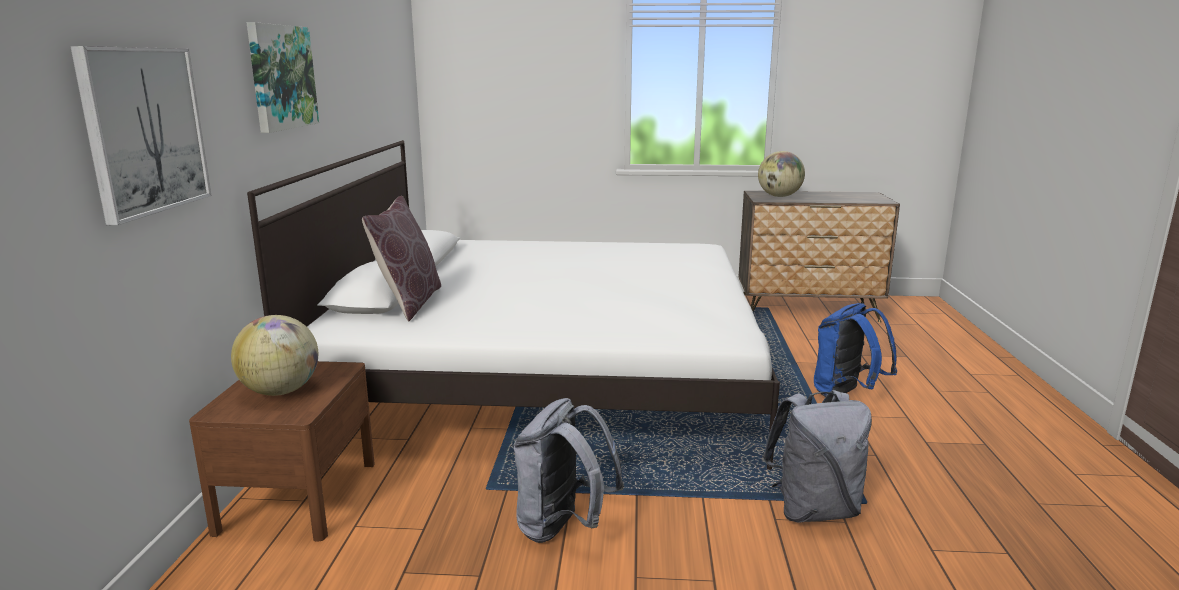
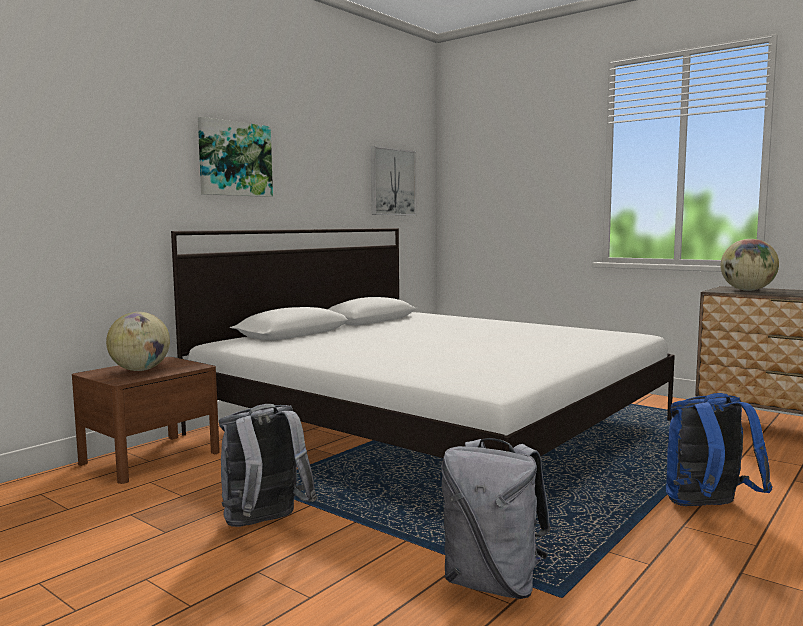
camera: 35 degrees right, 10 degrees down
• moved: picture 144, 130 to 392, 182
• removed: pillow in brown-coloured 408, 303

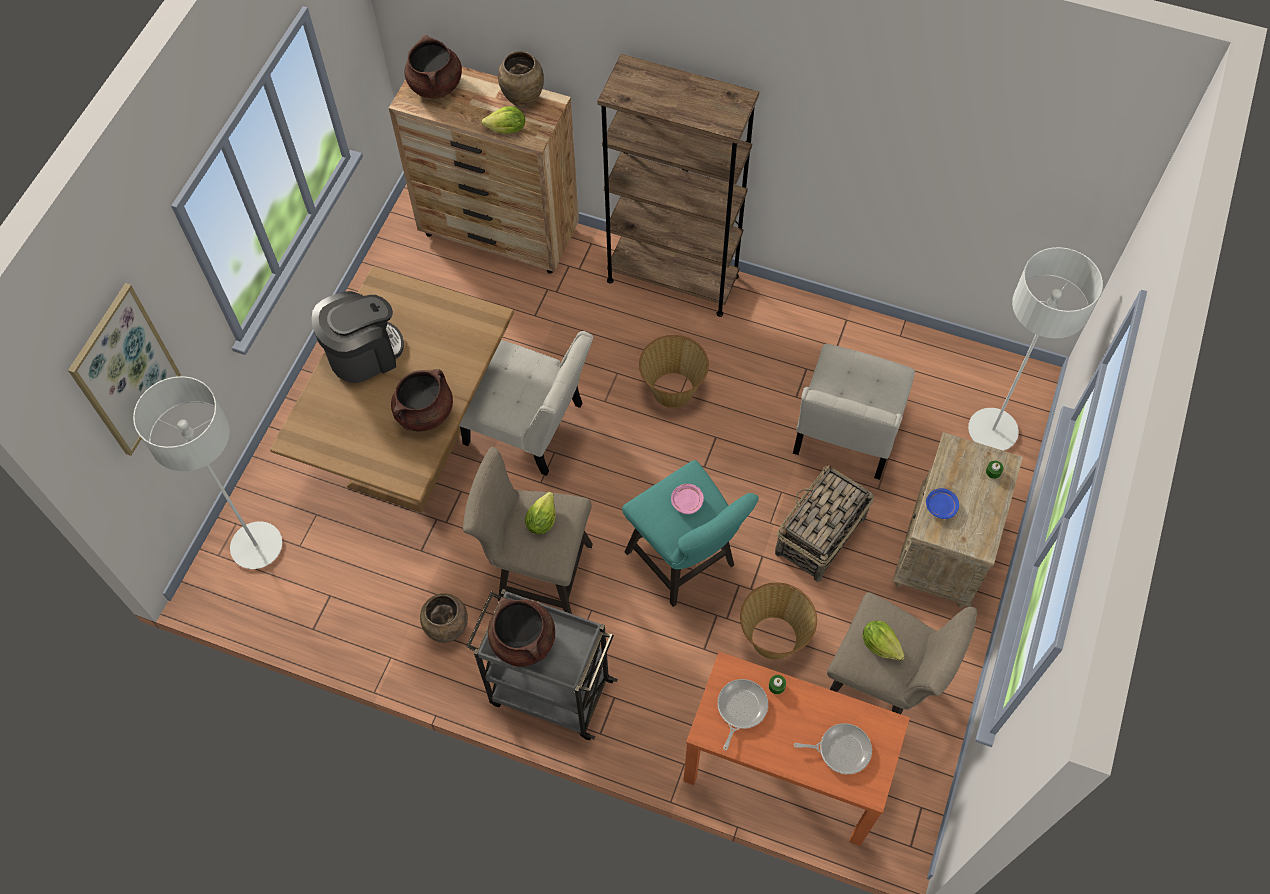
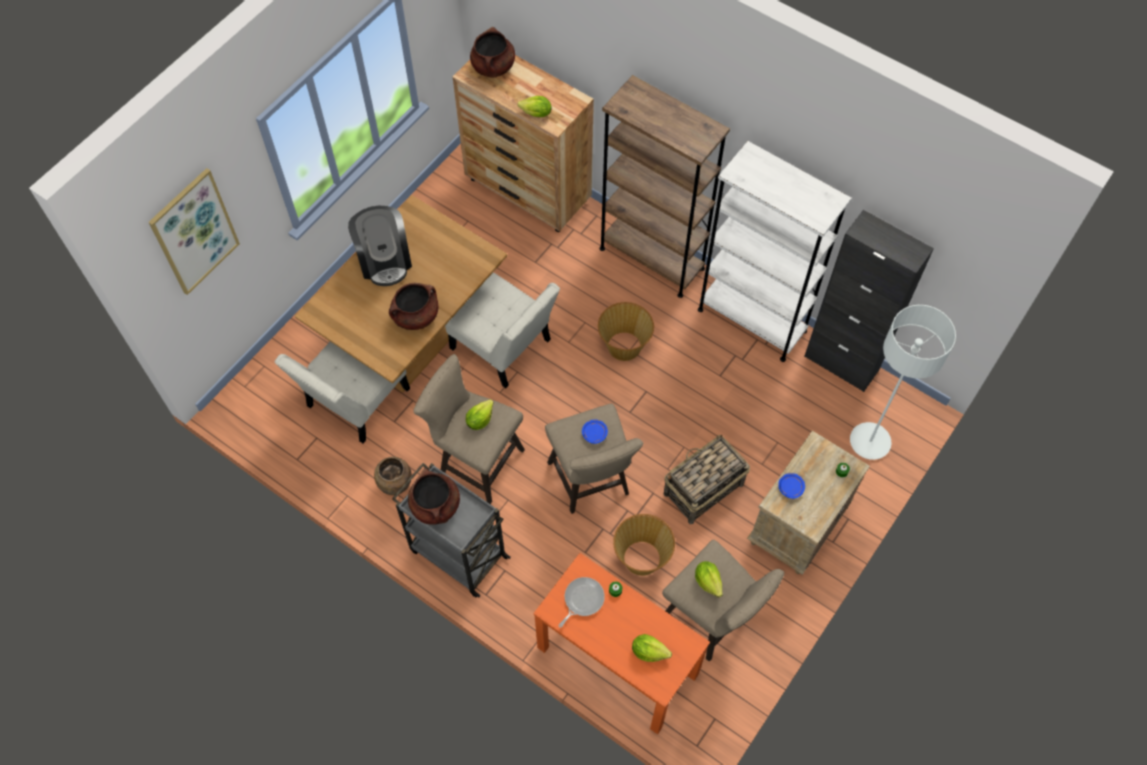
camera: 15 degrees right, 0 degrees up
• removed: standing lamp in whitish 257, 546
• turned: coffee maker 364, 353 = 384, 260 90 degrees clockwise
• removed: flower vase in brown-coloured 523, 100
• recoloured: stool seat in turquoise-coloured 685, 563 to stool seat in sand-coloured 591, 483
• recoloured: plate in pink 687, 501 to plate in bluish 594, 433
• moved: plain chair in whitish 845, 435 to 354, 402
• replaced: skillet 841, 749 to lettuce 649, 651
• added: shelving unit in whitish 752, 320
• added: cabinet in blackish 841, 363

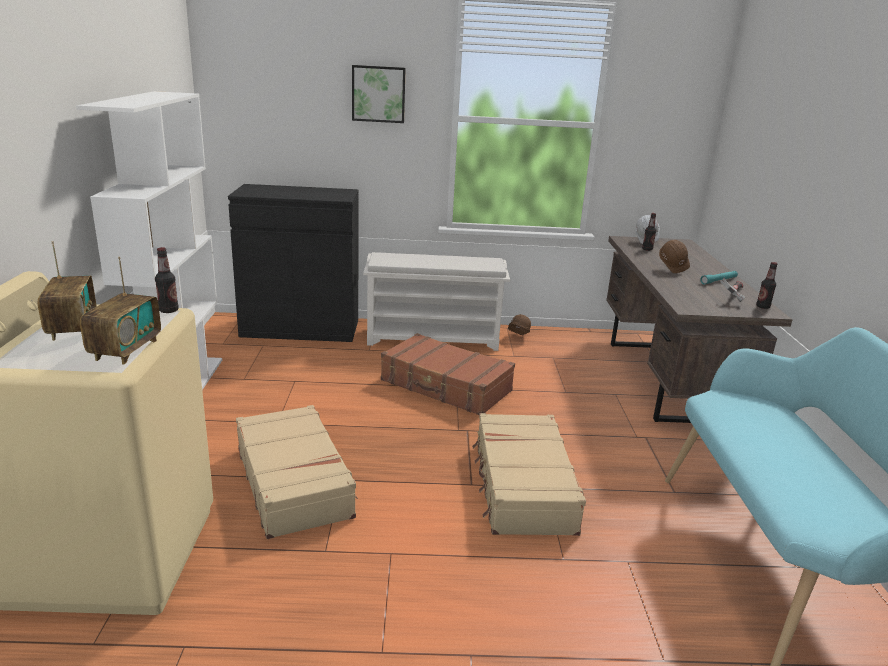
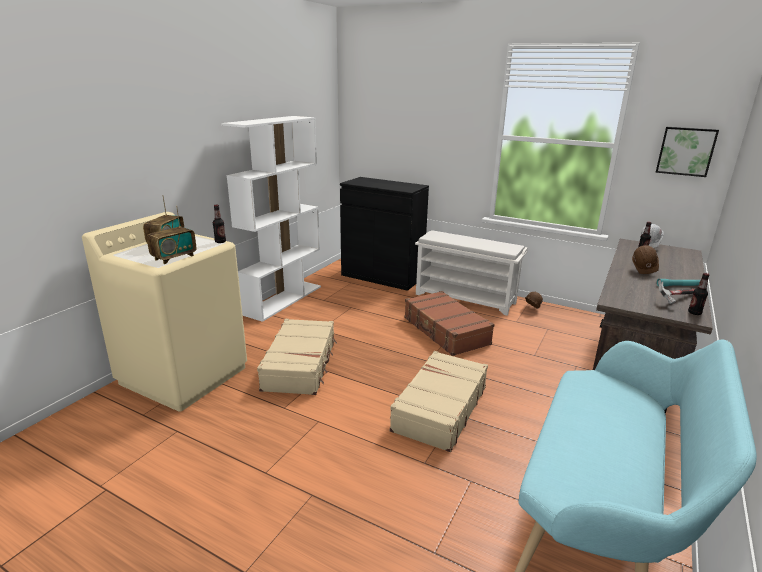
camera: 30 degrees right, 0 degrees up
• moved: picture 378, 94 to 686, 151

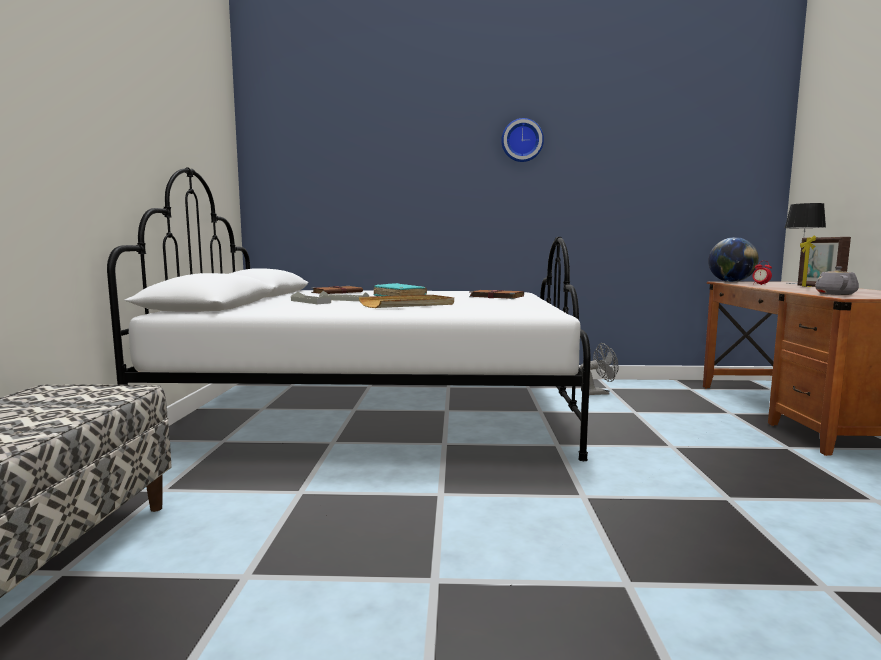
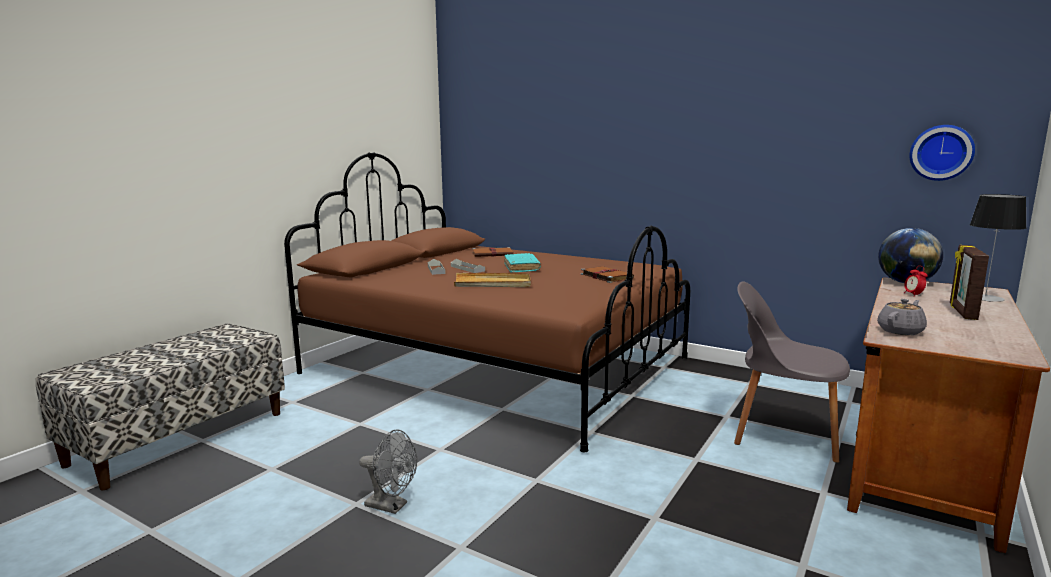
camera: 30 degrees right, 5 degrees up
• recoloured: sleeping bed in whitish 377, 410 to sleeping bed in brown-coloured 497, 366
• moved: wall clock 522, 141 to 941, 152
• moved: cooling fan in greyish 599, 393 to 392, 506
• added: plain chair in greyish 782, 434

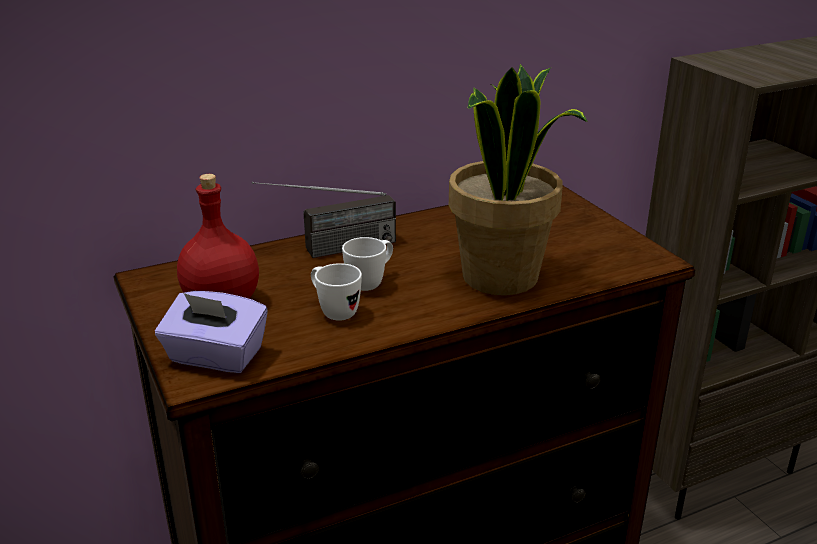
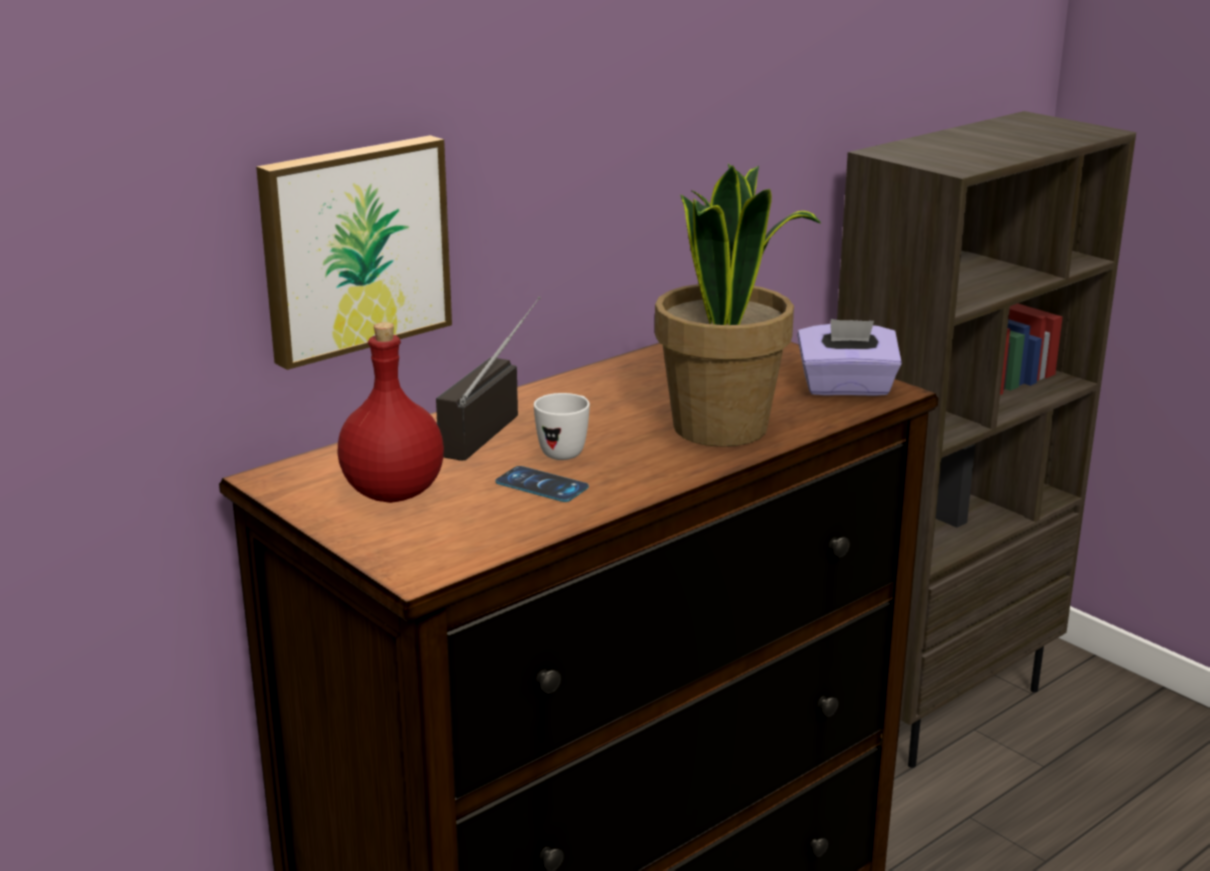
camera: 15 degrees left, 5 degrees down
• moved: tissue box in purple-coloured 215, 357 to 846, 388
• turned: radio receiver 329, 251 = 490, 423 150 degrees clockwise
• replaced: mug in whitish 334, 311 to handset 541, 485
• added: picture 353, 247

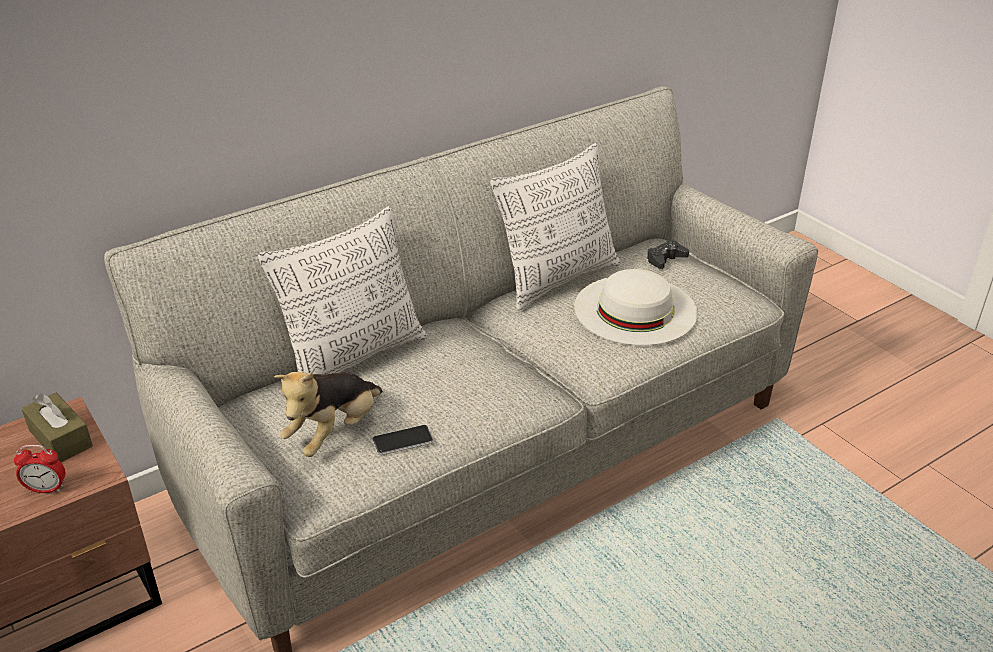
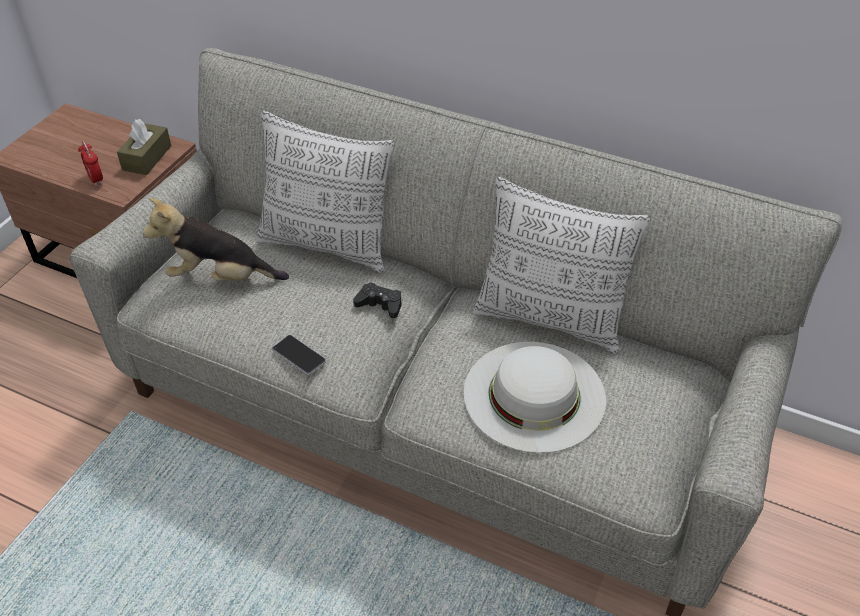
camera: 60 degrees right, 10 degrees up
• moved: handset 403, 441 to 299, 355
• moved: joypad in blackish 665, 259 to 380, 304

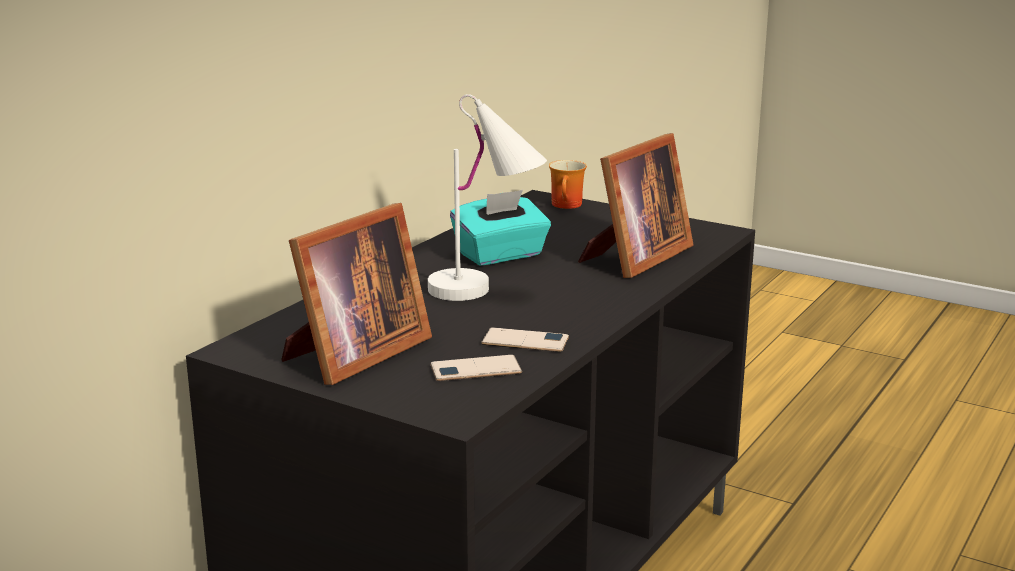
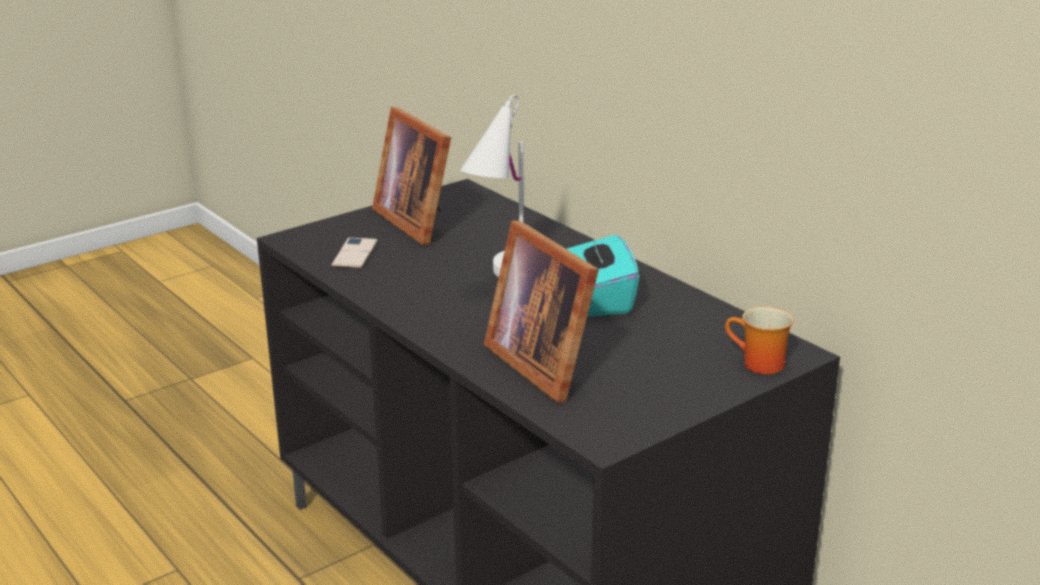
camera: 110 degrees right, 5 degrees up
• removed: handset 525, 341

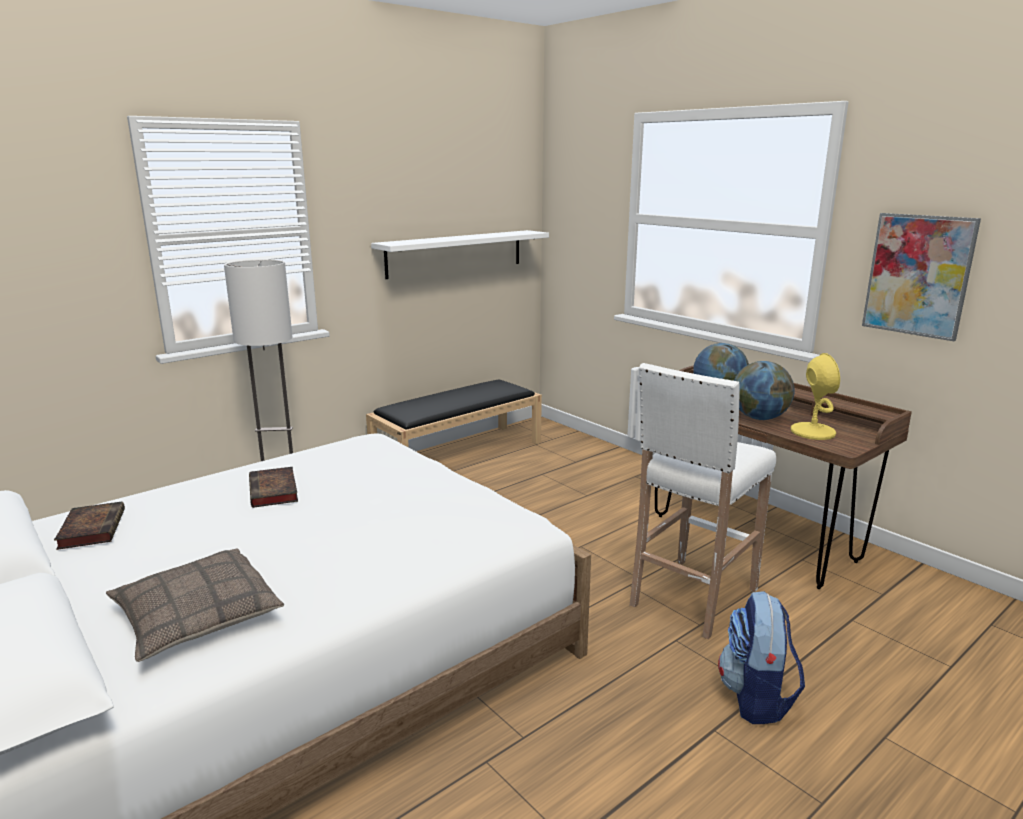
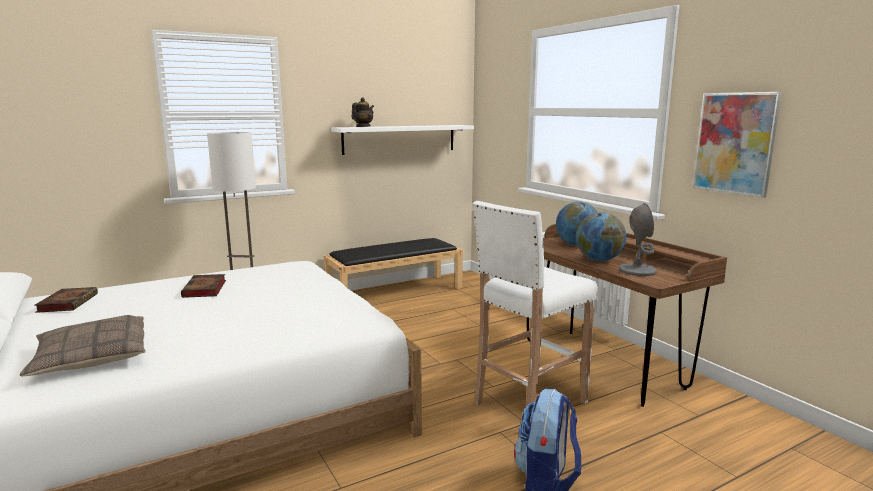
camera: 10 degrees right, 5 degrees down
• recoloured: lamp for a table in yellow-coloured 812, 432 to lamp for a table in greyish 637, 270
• added: pot for tea 363, 127

